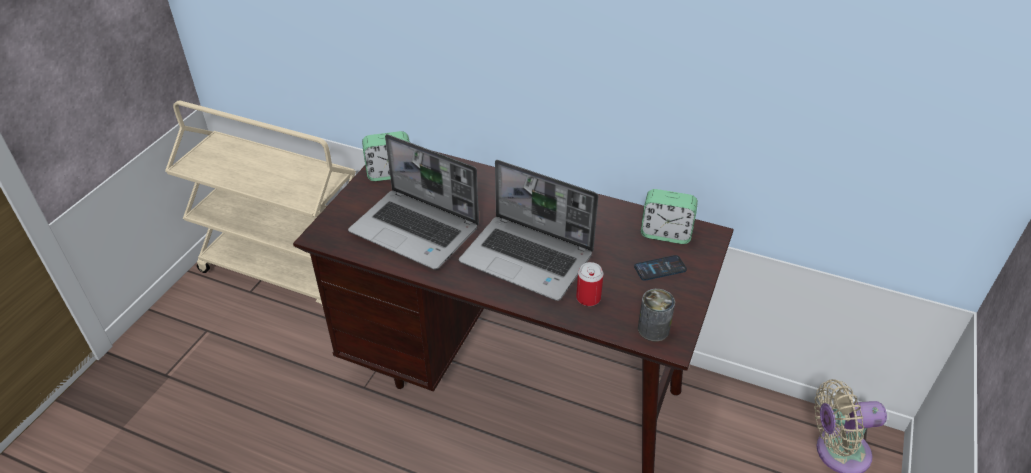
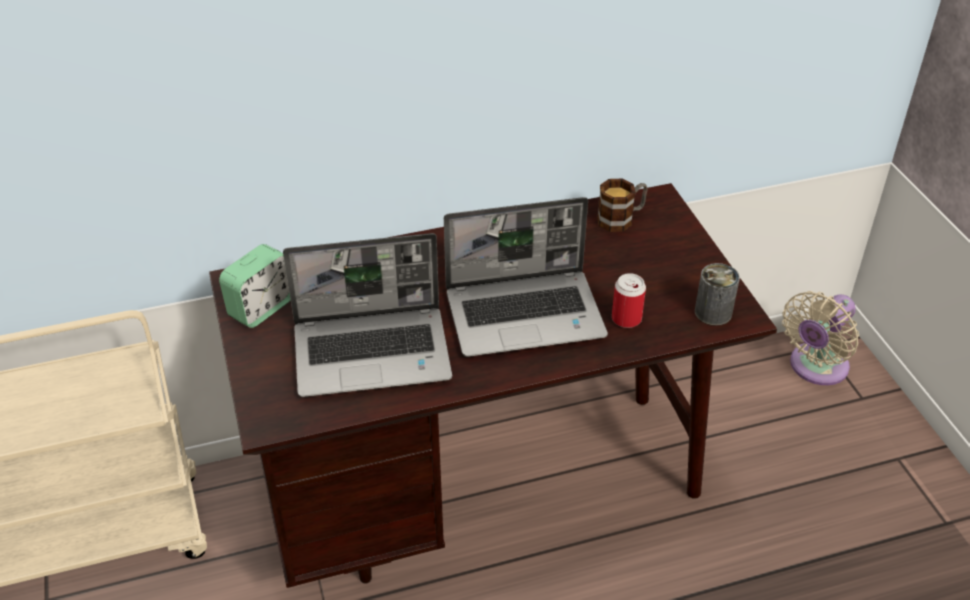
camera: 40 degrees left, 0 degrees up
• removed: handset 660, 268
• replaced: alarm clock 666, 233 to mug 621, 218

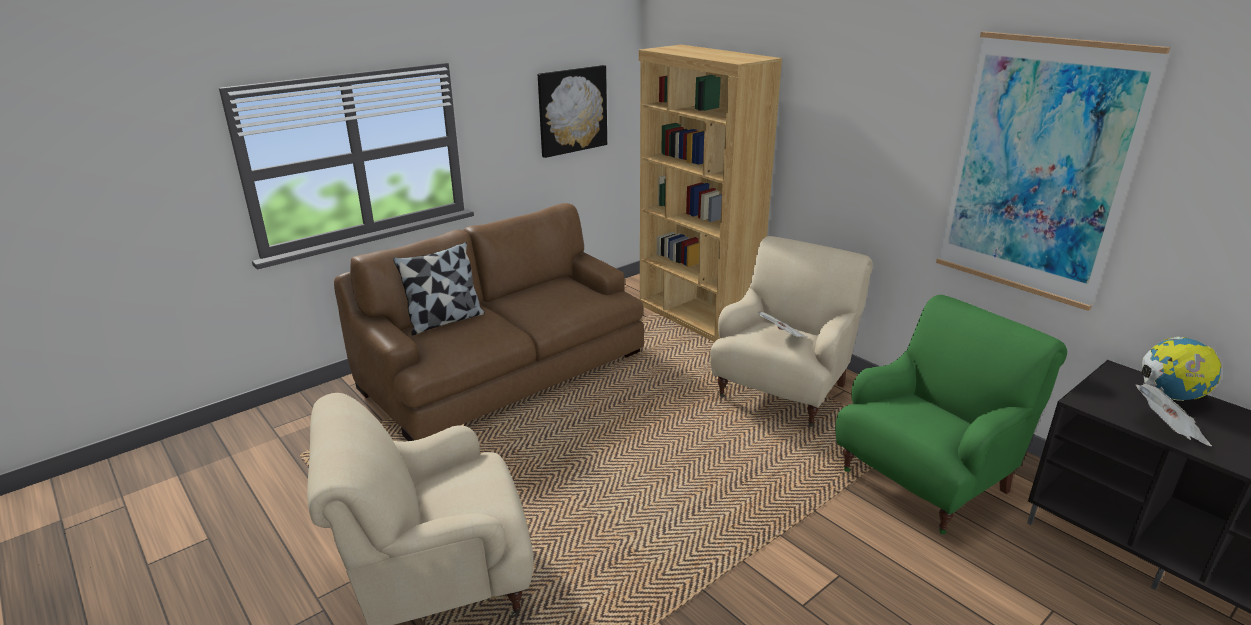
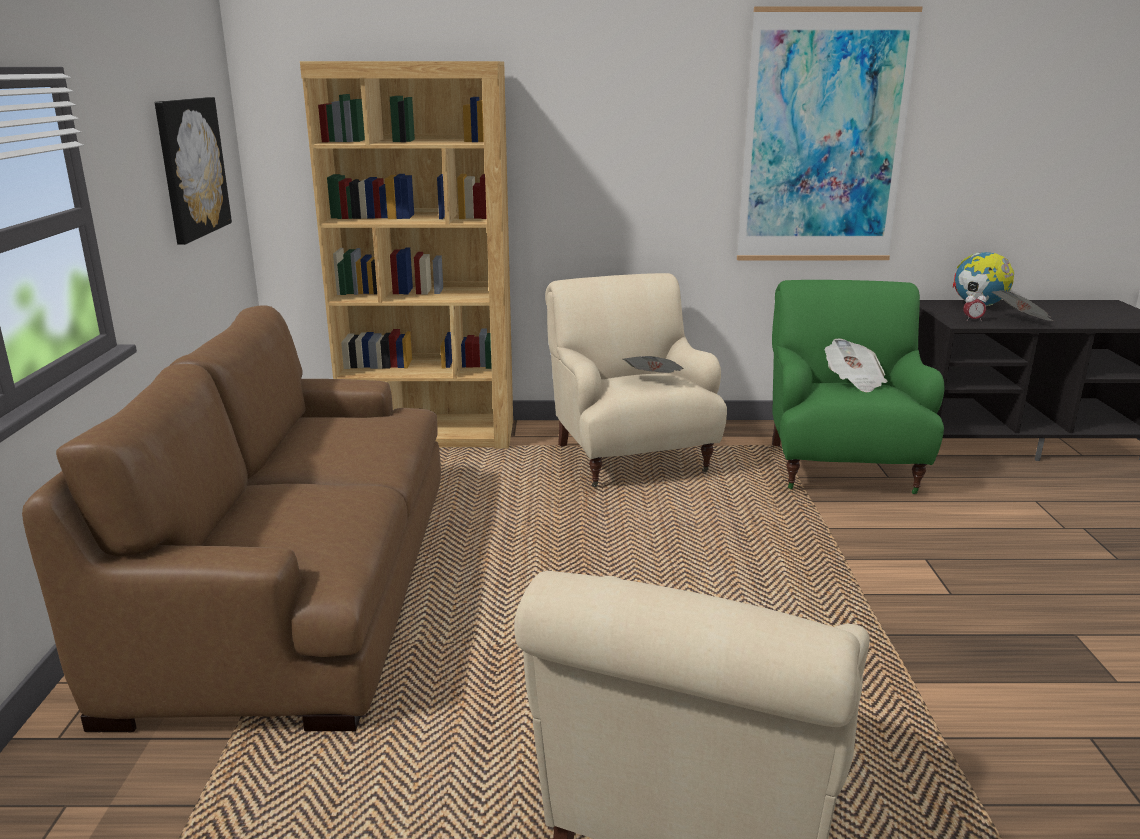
camera: 50 degrees left, 5 degrees down
• removed: pillow 444, 321
• added: newspaper 853, 381
• added: alarm clock 972, 320

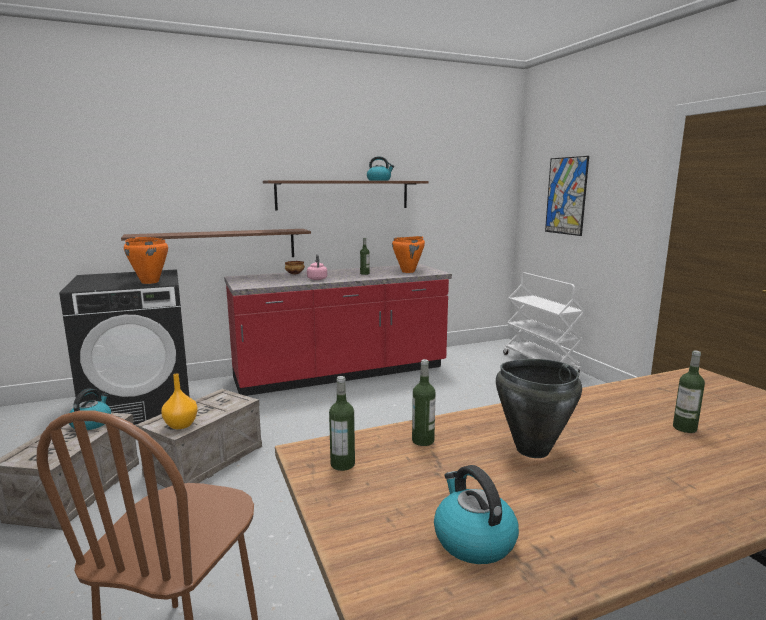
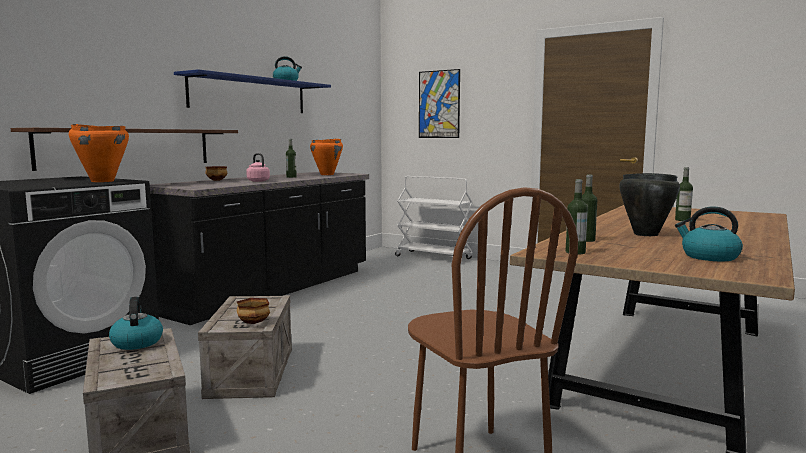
camera: 35 degrees left, 5 degrees down
• replaced: flower vase in orangey 180, 425 to deep dish 252, 322
• recoloured: counter in red 341, 374 to counter in blackish 272, 290
• recoloured: wall shelf in brown-coloured 343, 195 to wall shelf in bluish 250, 95

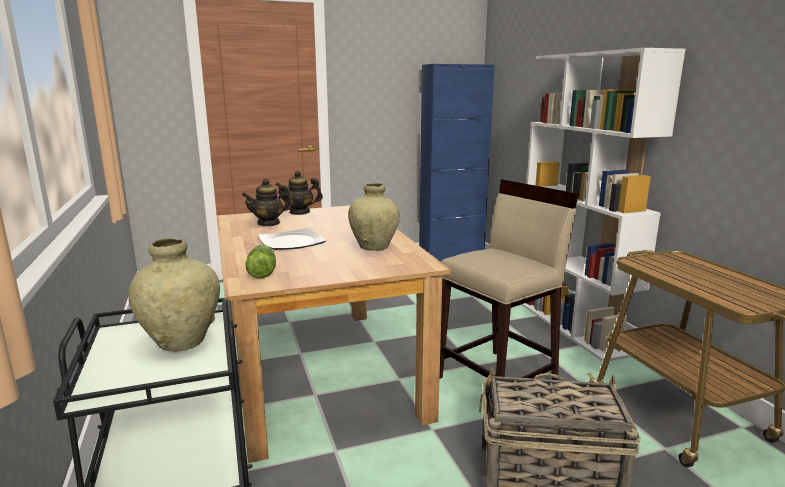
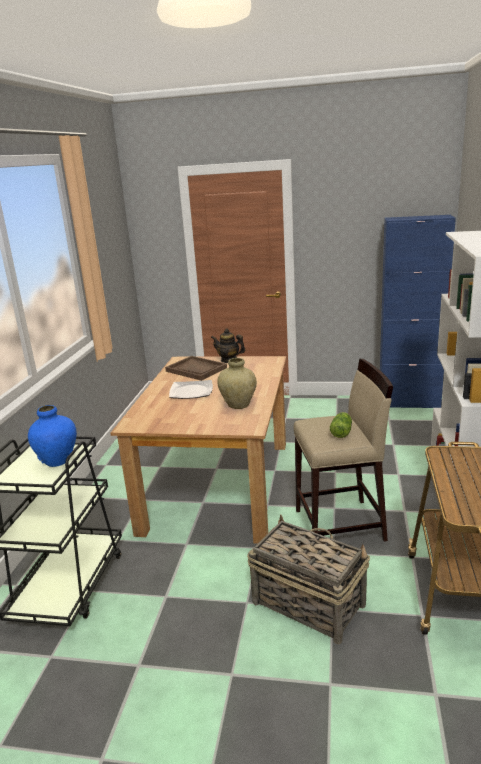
camera: 30 degrees right, 5 degrees up
• recoloured: flower vase in sand-coloured 181, 341 to flower vase in bluish 58, 460
• replaced: pot for tea 269, 223 to tray in brown-coloured 196, 369
• moved: lettuce 262, 272 to 342, 431

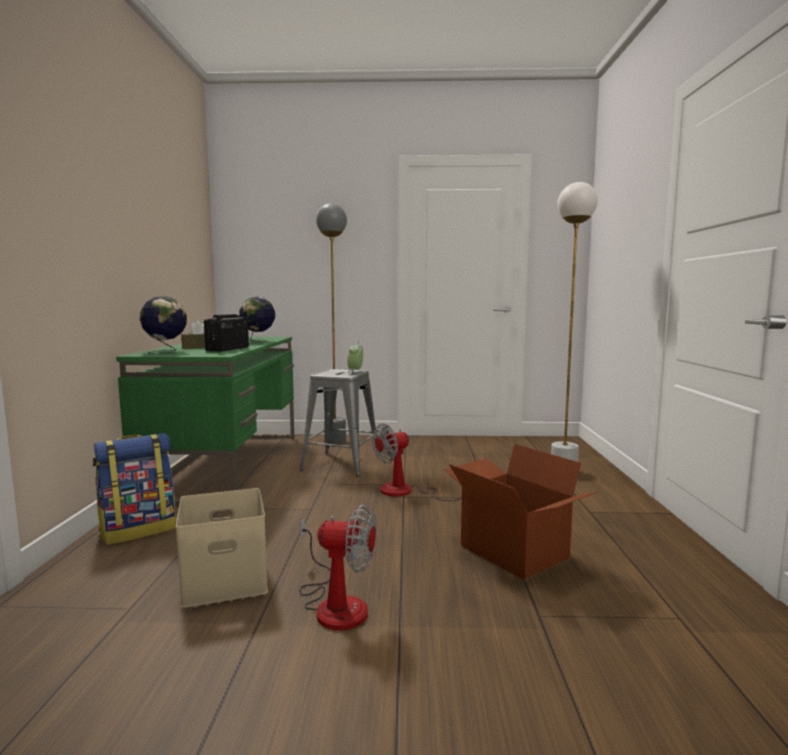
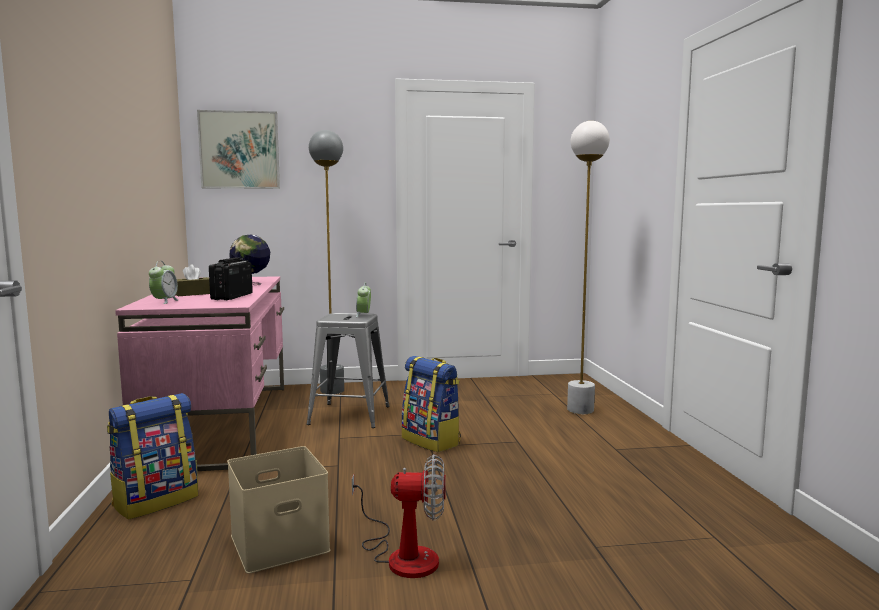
camera: 10 degrees left, 0 degrees up
• recoloured: desk unit in green-coloured 228, 465 to desk unit in pink 222, 424
• replaced: world globe 166, 351 to alarm clock 164, 301
• replaced: cooling fan 407, 492 to knapsack 432, 441
• removed: packing box 512, 552
• added: picture 239, 150

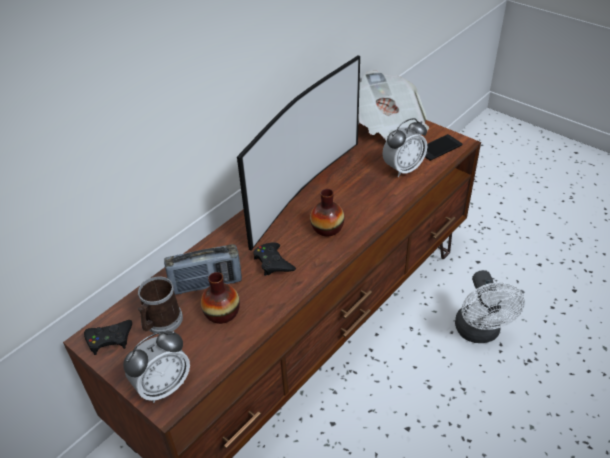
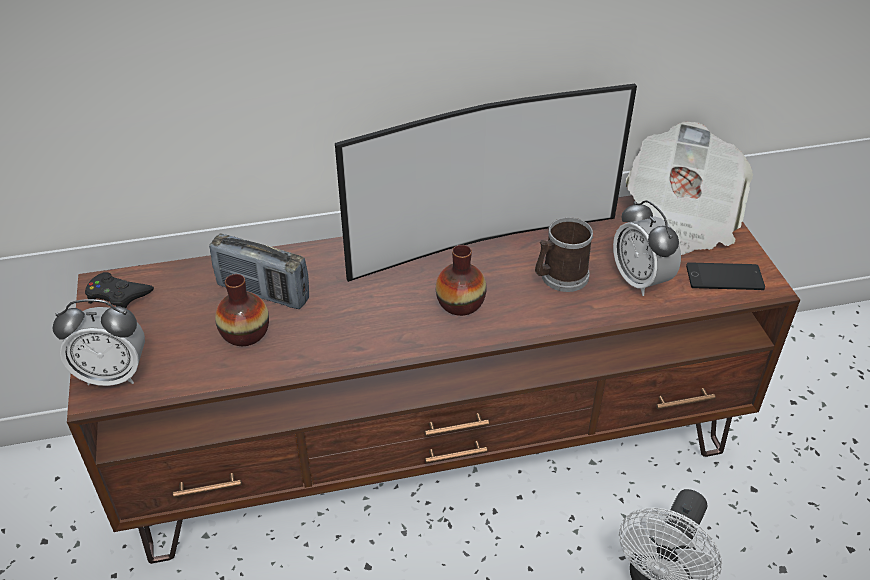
camera: 35 degrees right, 0 degrees up
• moved: mug 161, 322 to 560, 277
• removed: joypad in blackish 273, 262
• turned: alarm clock 403, 169 = 640, 280 60 degrees clockwise

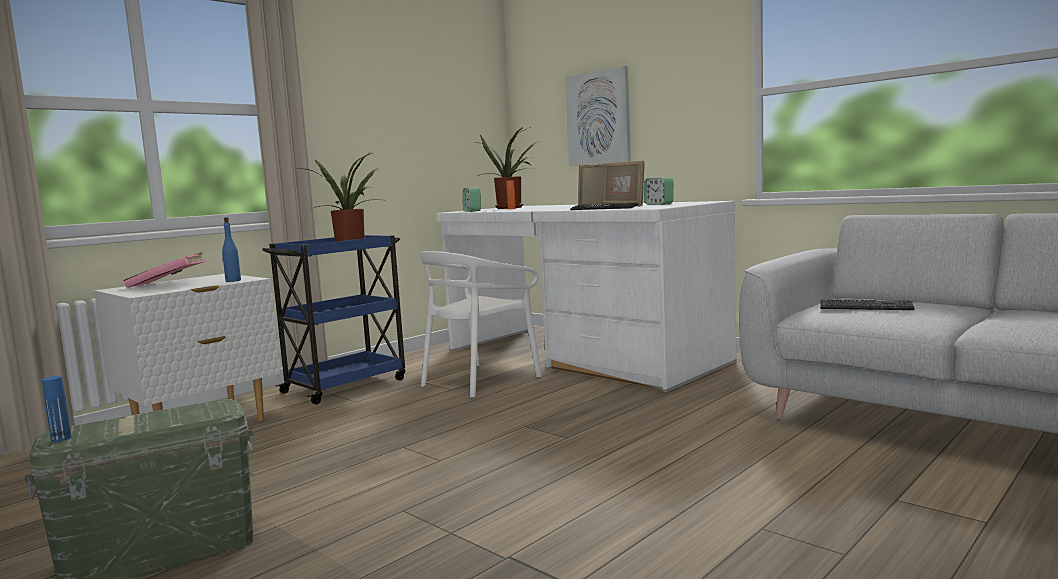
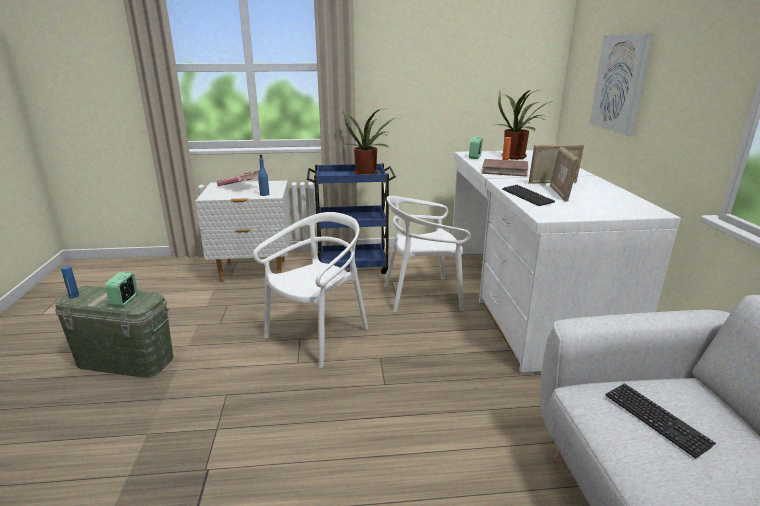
camera: 40 degrees right, 15 degrees up
• moved: alarm clock 659, 204 to 124, 301
• added: plain chair in whitish 318, 335
• added: book in brown-coloured 504, 170

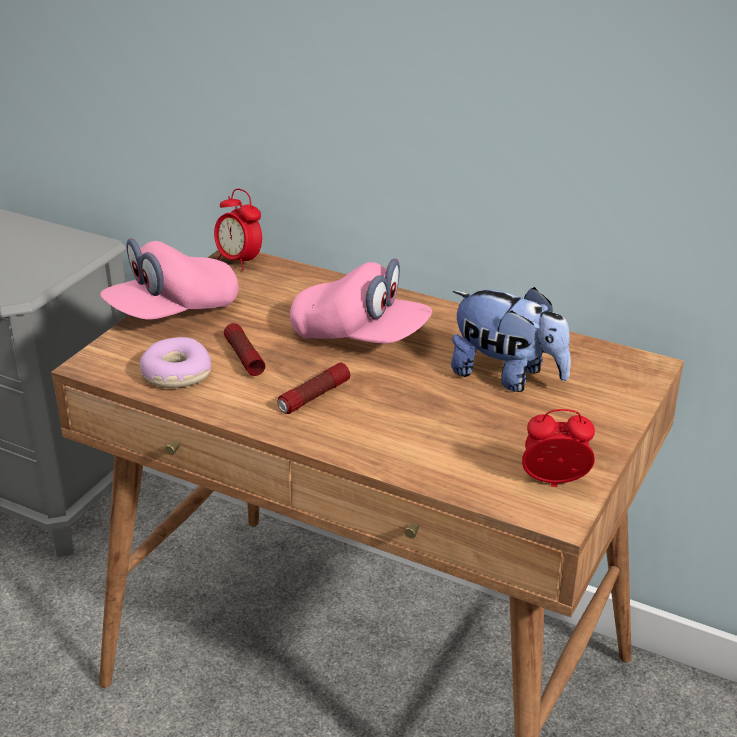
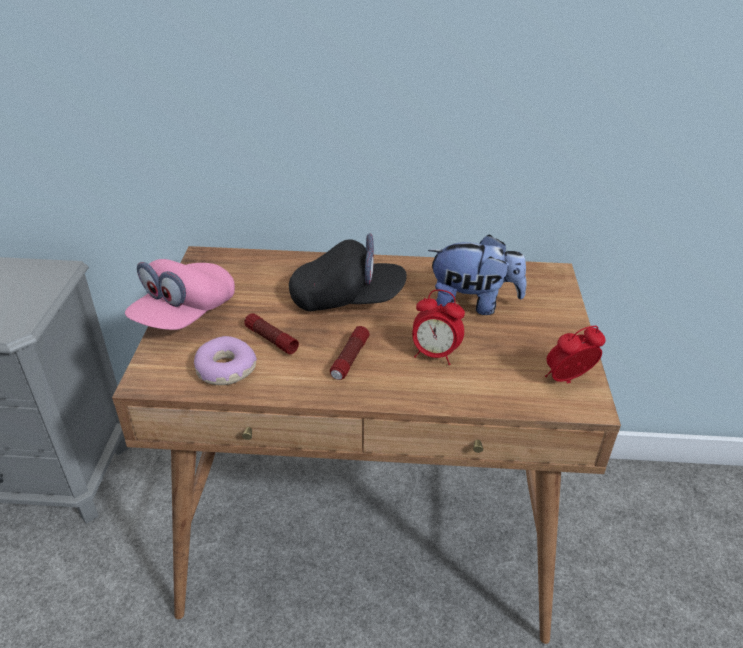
camera: 25 degrees left, 5 degrees up
• moved: alarm clock 239, 261 to 434, 354
• recoloured: baseball cap in pink 360, 336 to baseball cap in blackish 347, 299

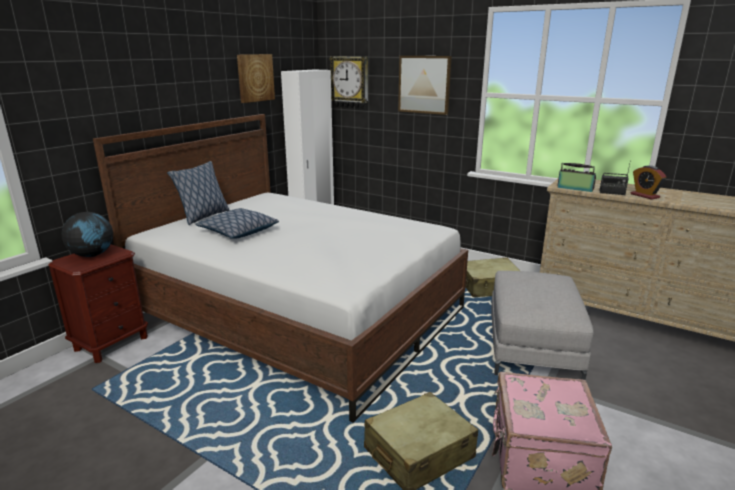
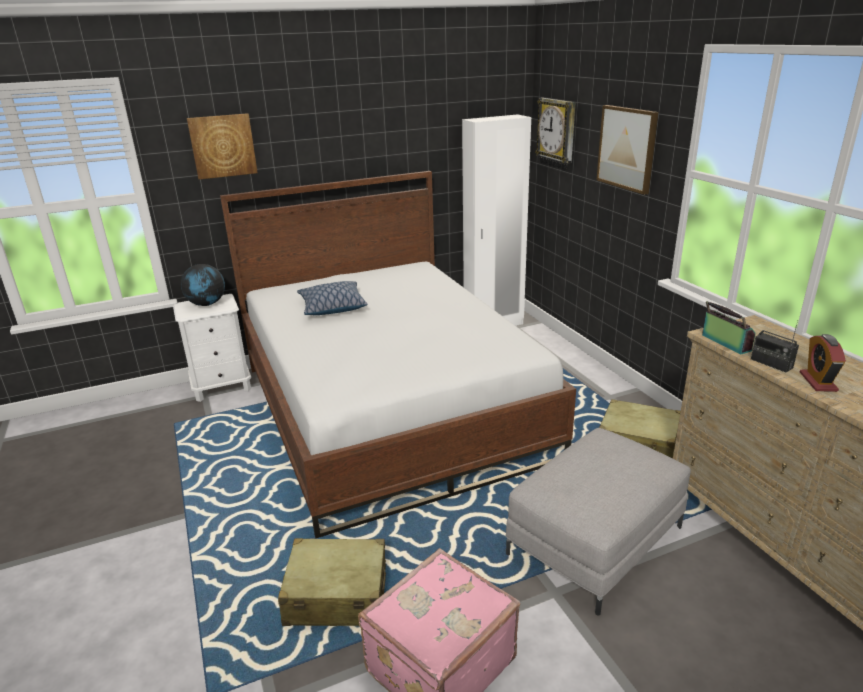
camera: 35 degrees right, 5 degrees up
• recoloured: bedside table in brown-coloured 111, 343 to bedside table in whitish 222, 387
• removed: pillow 203, 216
• moved: picture 255, 78 to 222, 146

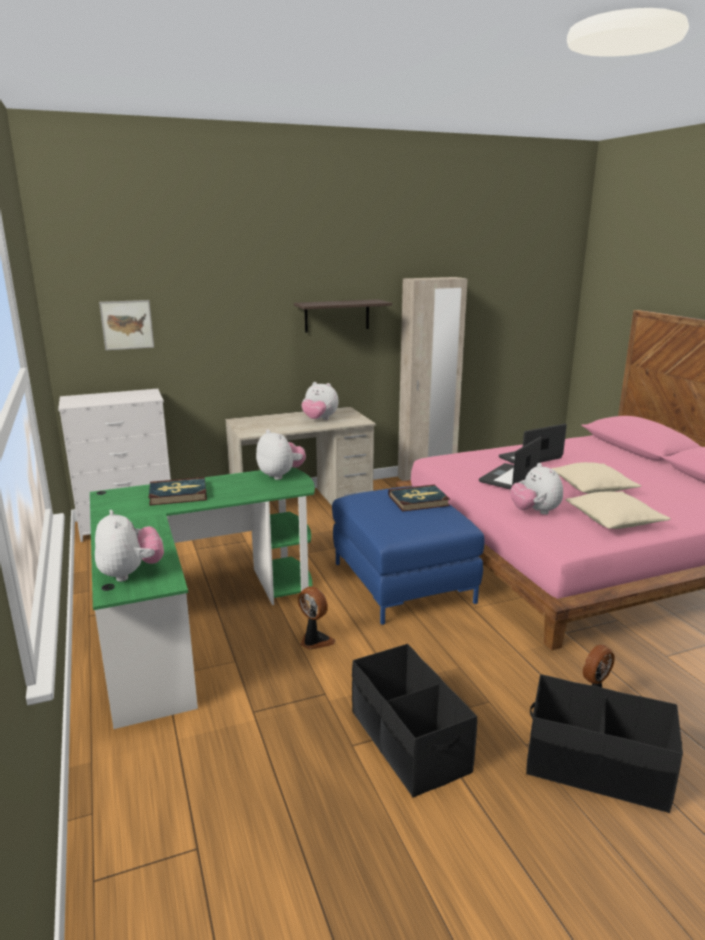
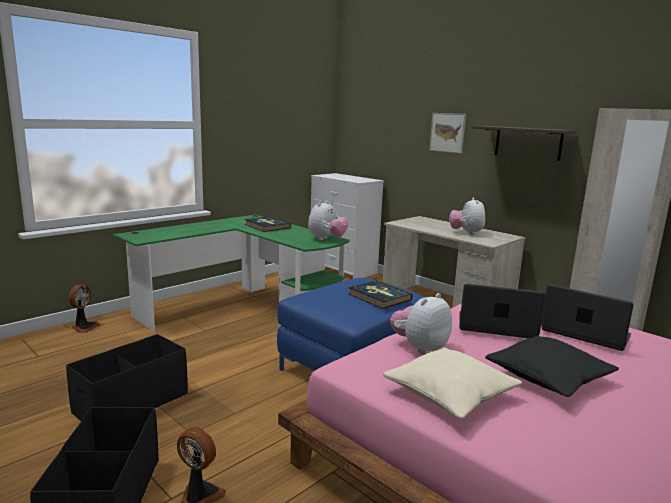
camera: 65 degrees right, 5 degrees down
• removed: plush toy 131, 573
• moved: picture 127, 325 to 447, 132
• moved: cooling fan 314, 641 to 84, 327
• recoloured: pillow in sand-coloured 592, 488 to pillow in blackish 548, 378

